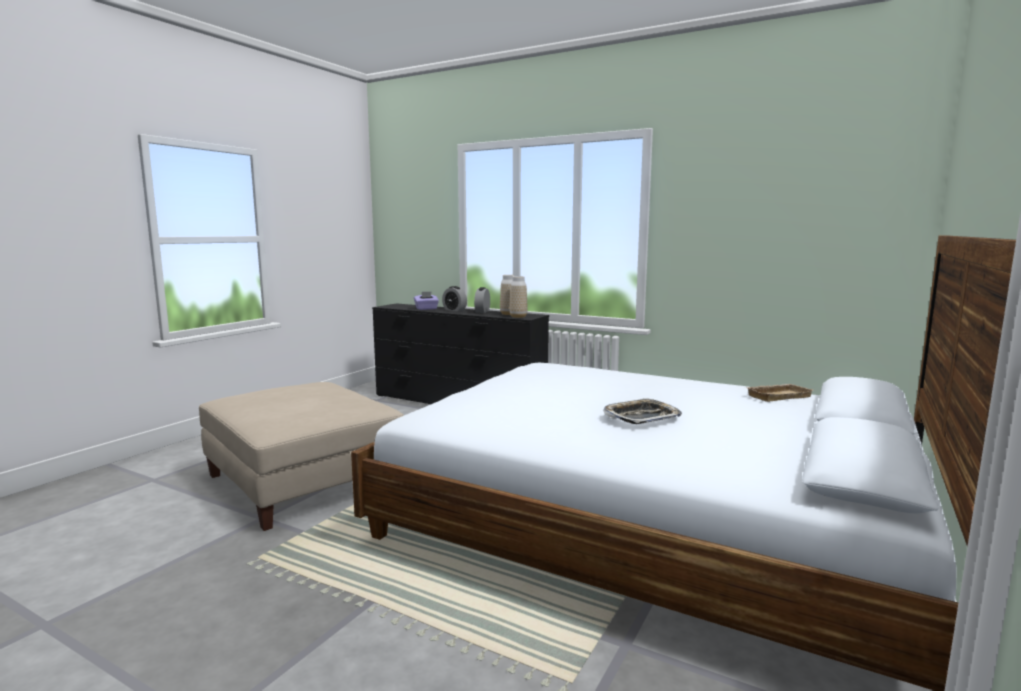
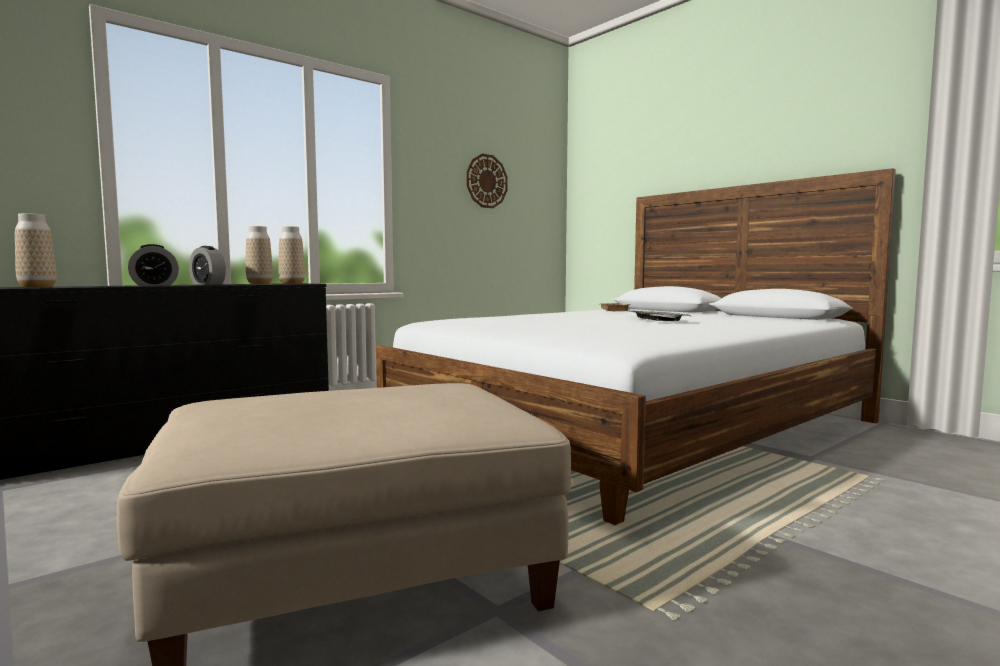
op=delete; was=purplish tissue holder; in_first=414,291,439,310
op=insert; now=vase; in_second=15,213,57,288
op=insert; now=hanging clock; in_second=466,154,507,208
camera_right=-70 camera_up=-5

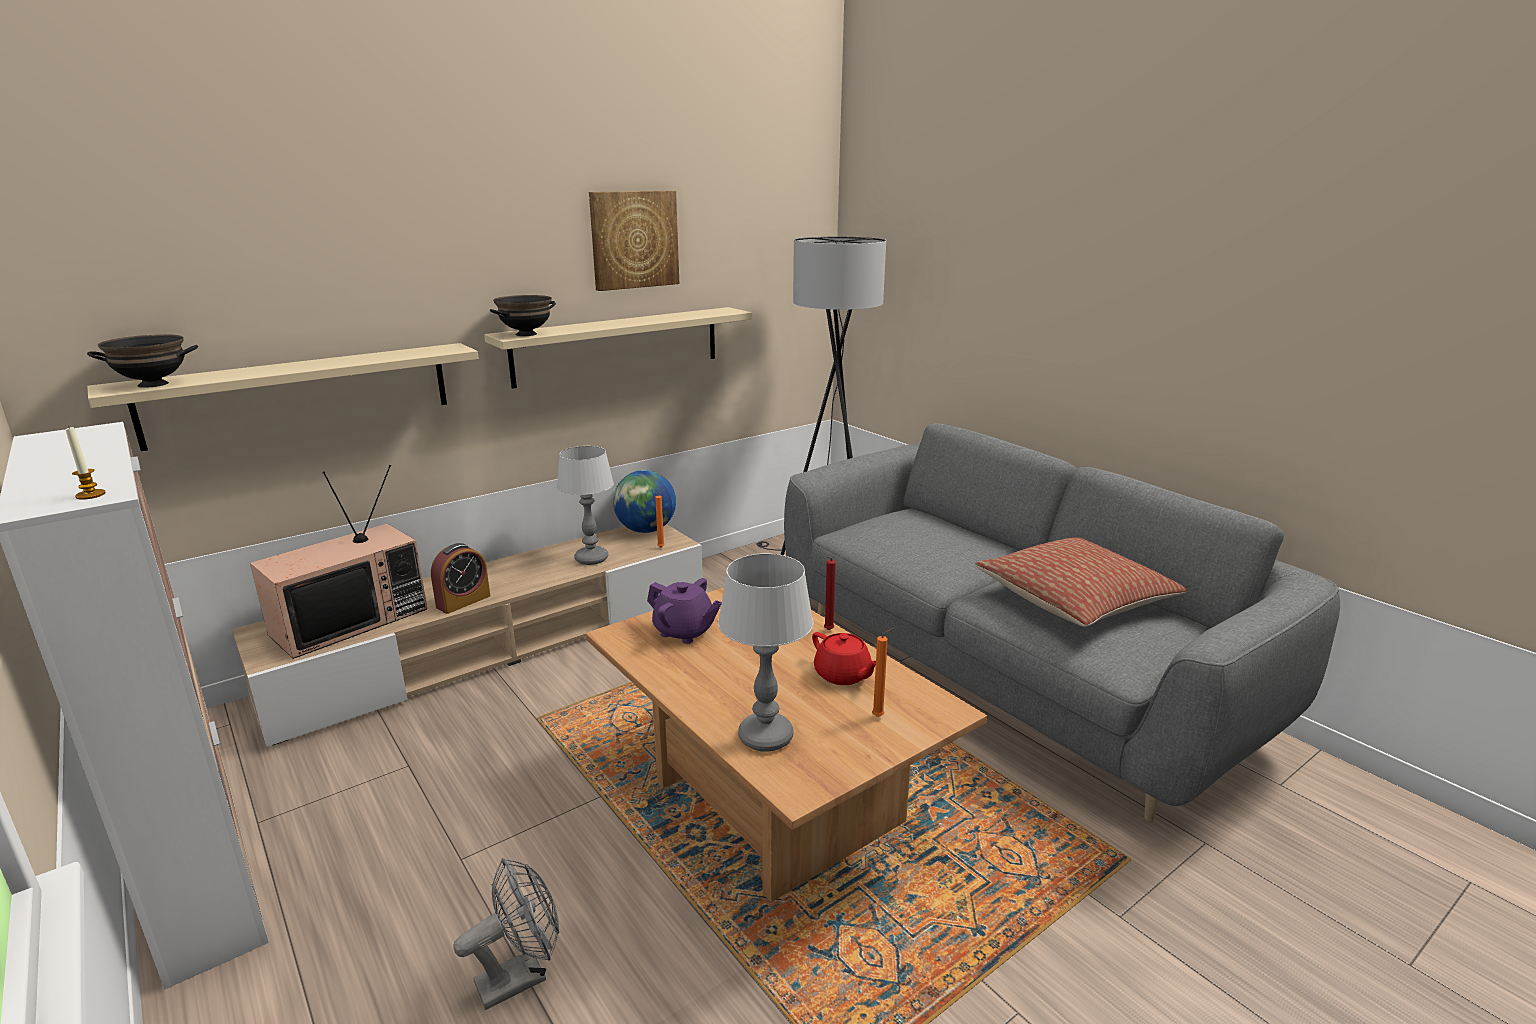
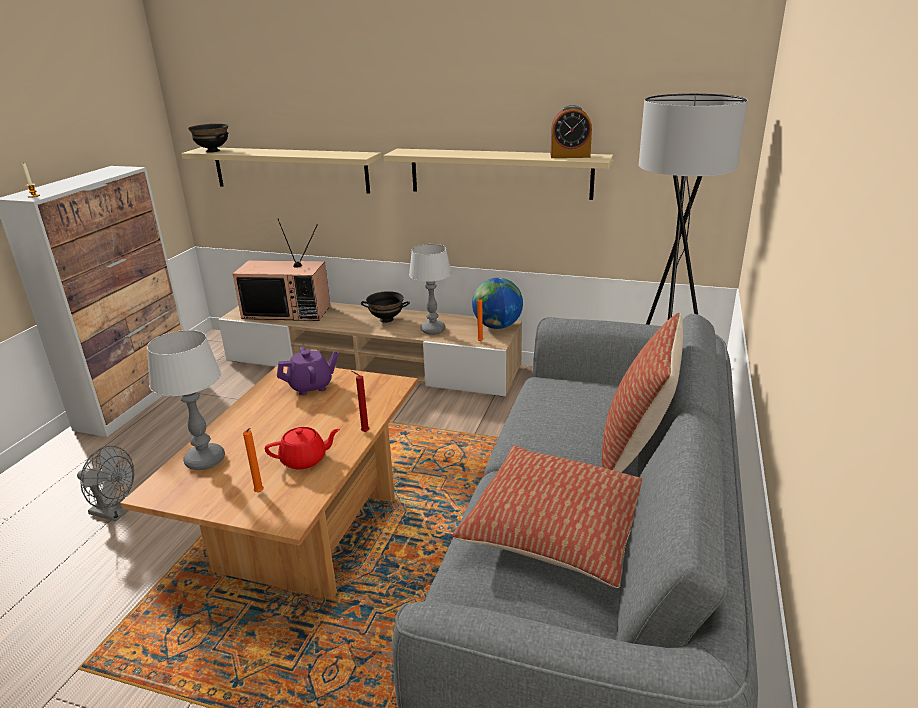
op=delete; was=wall picture; in_first=589,191,679,291
op=insert; now=pillow; in_second=601,313,683,472
op=move; was=bedside clock; in_first=431,543,490,614; in_second=551,105,592,158
op=move; was=black-coloured deep dish; in_first=490,295,556,336; in_second=361,291,410,323
op=rotate; was=purplish pot for tea; in_first=647,578,722,644; in_second=277,347,339,395; clockwise=-105
op=rotate; was=reddish pot for tea; in_first=812,632,876,685; in_second=265,427,340,470; clockwise=-120
camera_right=55 camera_up=5

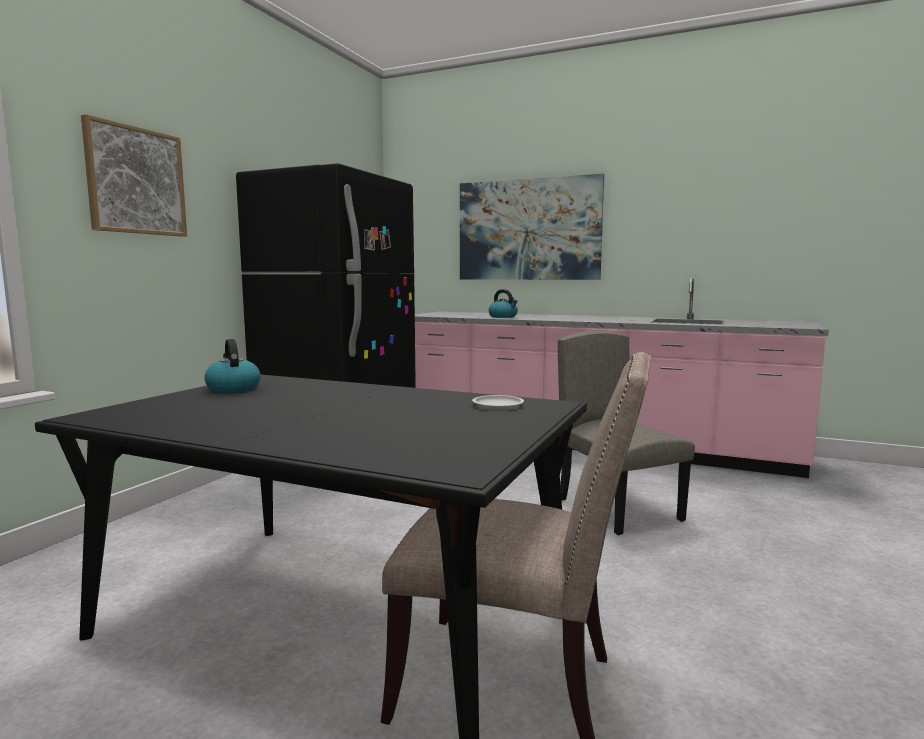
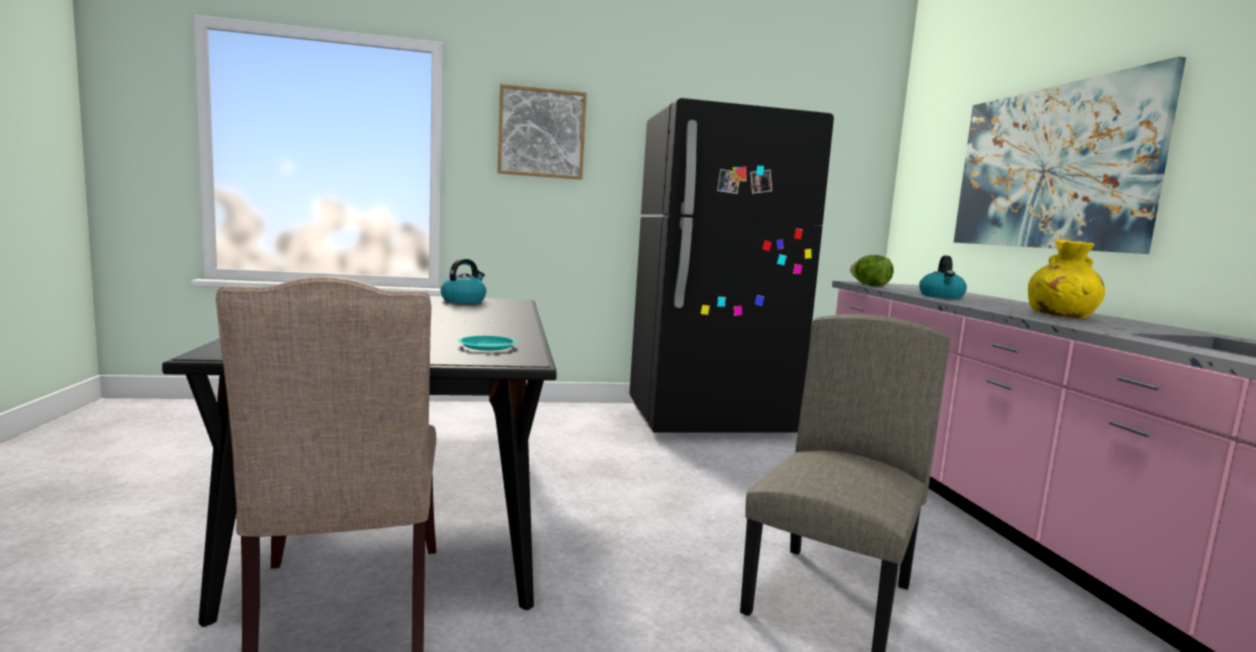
op=insert; now=head of lettuce; in_second=850,255,894,286
op=insert; now=yellowish vase; in_second=1028,240,1105,319
op=recolor; was=white-coloured dinner plate; now=turquoise-coloured dinner plate; in_first=472,395,524,409; in_second=458,336,517,350
camera_right=55 camera_up=0

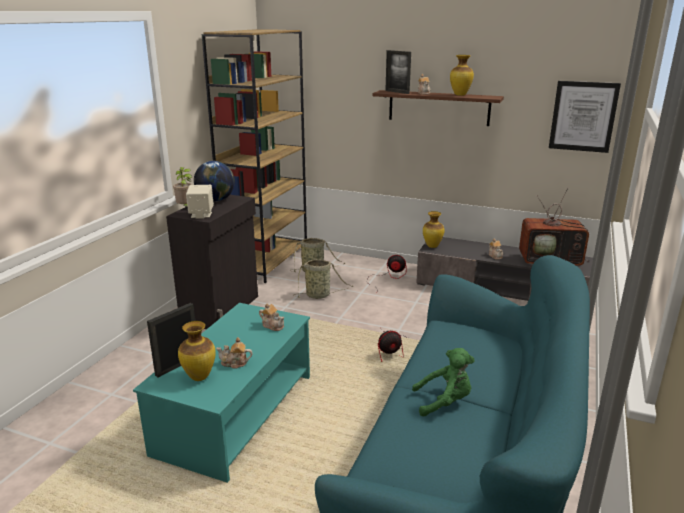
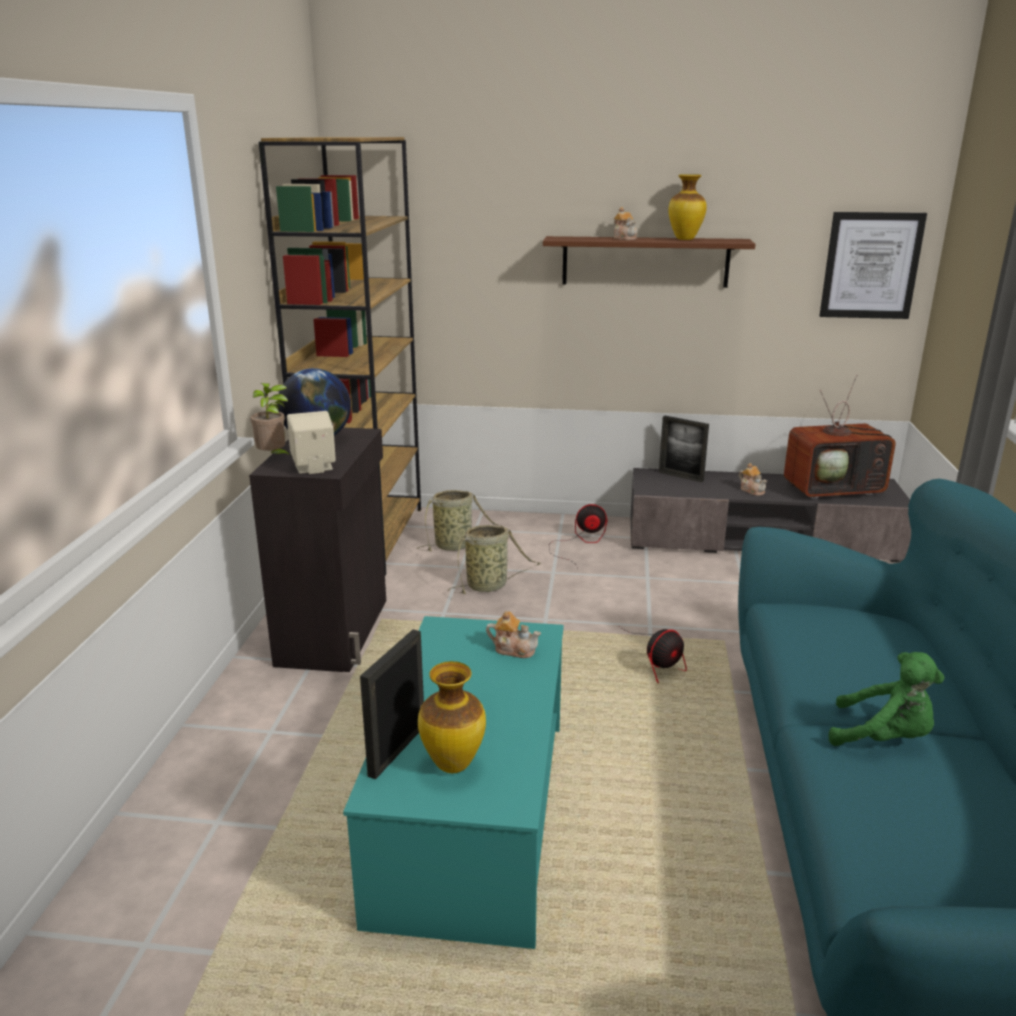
op=delete; was=pot for tea; in_first=216,337,253,369
op=delete; was=vase; in_first=423,211,445,248
op=move; was=photo frame; in_first=385,50,411,94; in_second=659,416,709,482
op=rotate; was=green plush toy; in_first=412,348,474,416; in_second=829,652,945,746; clockwise=45
camera_right=-15 camera_up=0

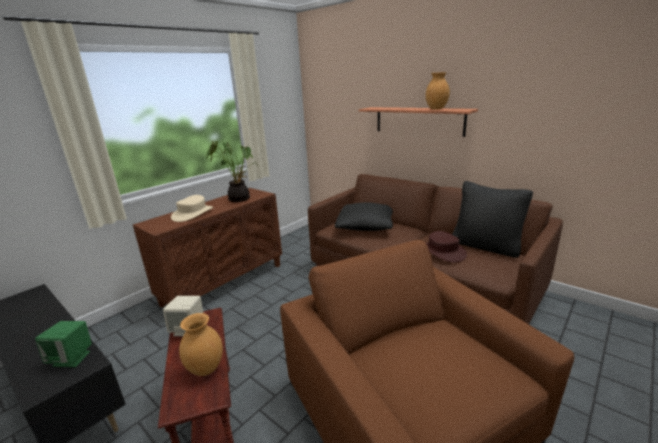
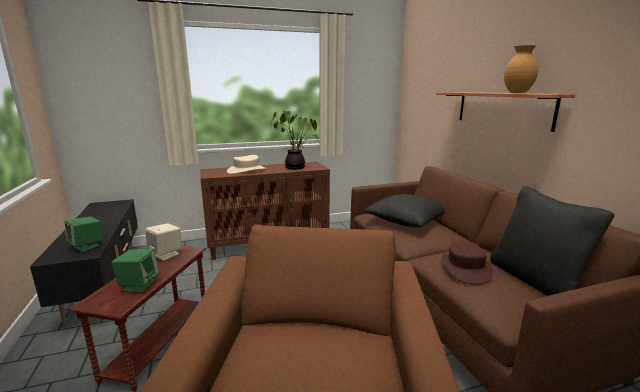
op=replace; was=brownish vase; now=green audio speaker; in_first=179,313,223,376; in_second=112,249,160,293
camera_right=30 camera_up=-5

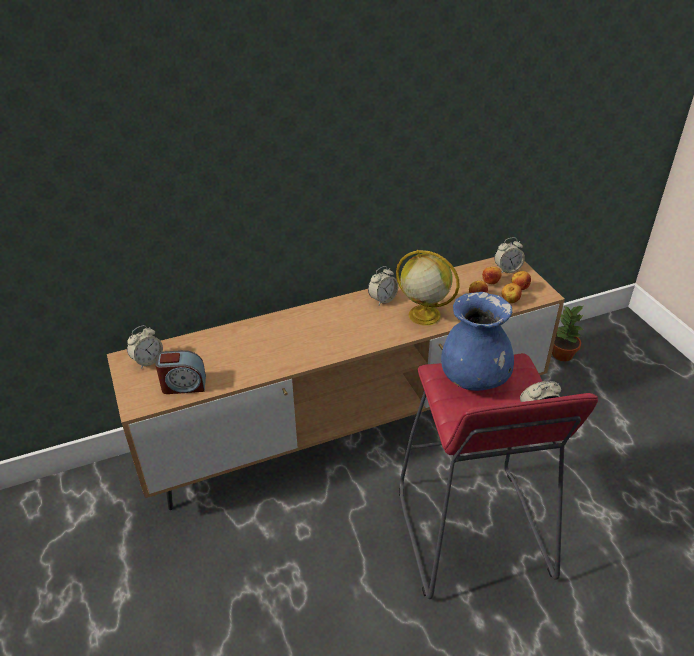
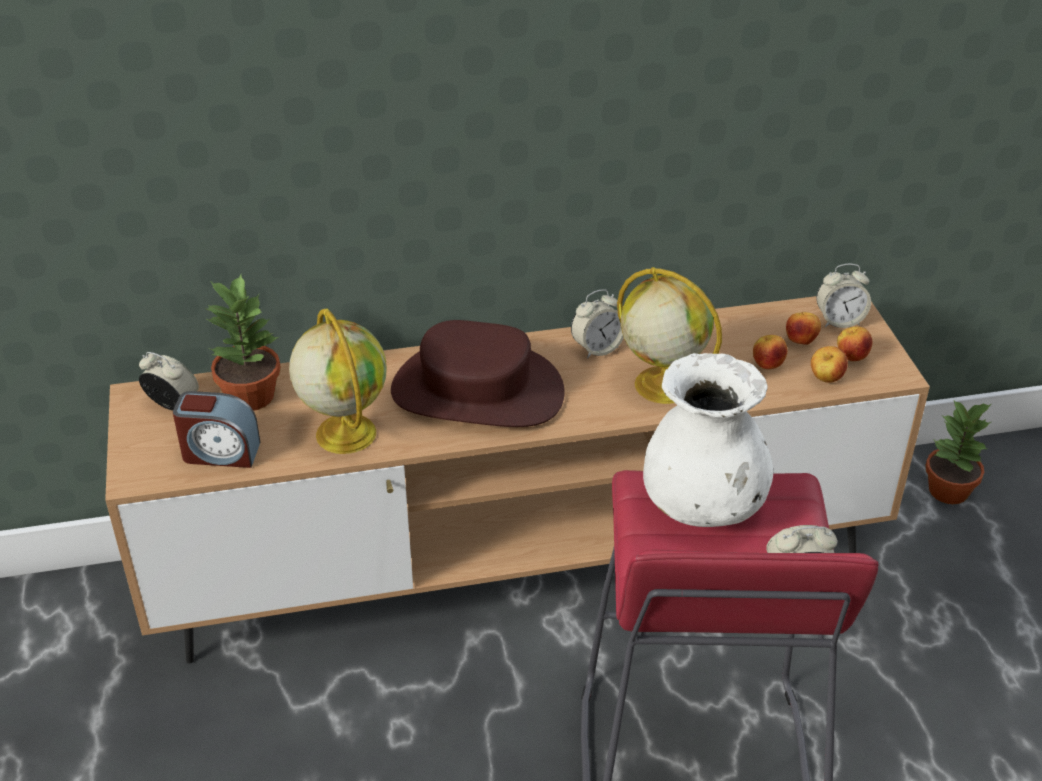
op=insert; now=plant in a pot; in_second=204,275,281,411
op=insert; now=globe; in_second=289,309,387,454
op=insert; now=brownish hat; in_second=391,320,565,427
op=recolor; was=bluish vase; now=white-coloured vase; in_first=441,292,514,391; in_second=643,353,773,527
op=rotate; was=bedside clock; in_first=127,325,163,369; in_second=139,352,199,411; clockwise=-120
camera_right=10 camera_up=0

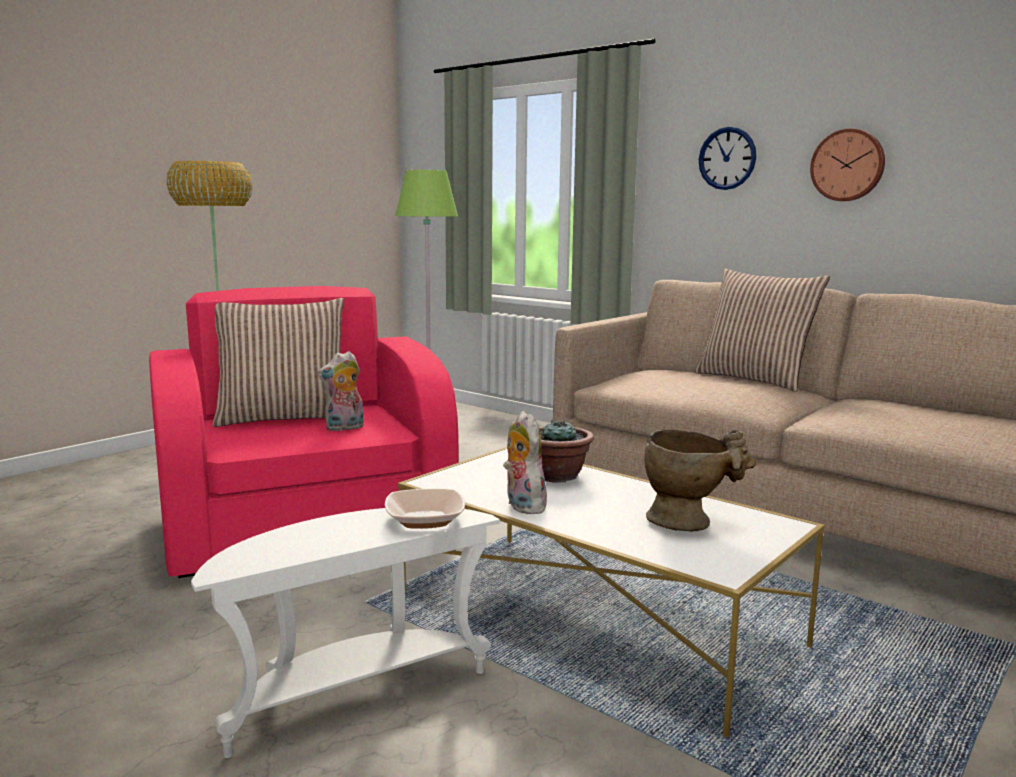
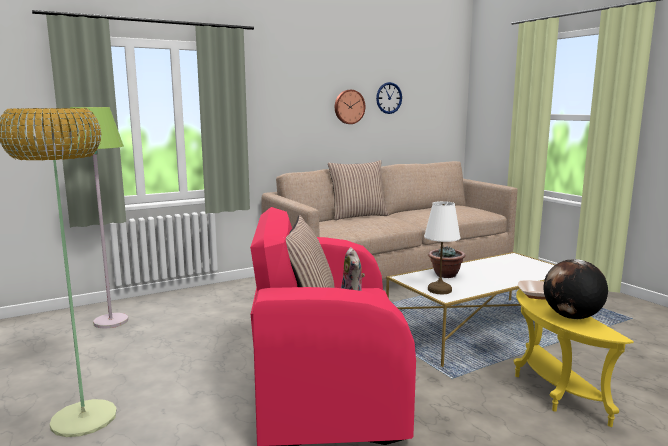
op=delete; was=plush toy; in_first=503,411,549,514
op=delete; was=beige-coloured vase; in_first=644,430,756,531
op=insert; now=white-coloured lamp for a table; in_second=424,201,461,294
op=insert; now=globe; in_second=544,259,608,319
op=move; was=hanging clock; in_first=699,127,756,190; in_second=376,82,402,114
op=recolor; was=white-coloured side table; now=yellowish side table; in_first=191,508,500,758; in_second=513,289,634,427
camera_right=-70 camera_up=0

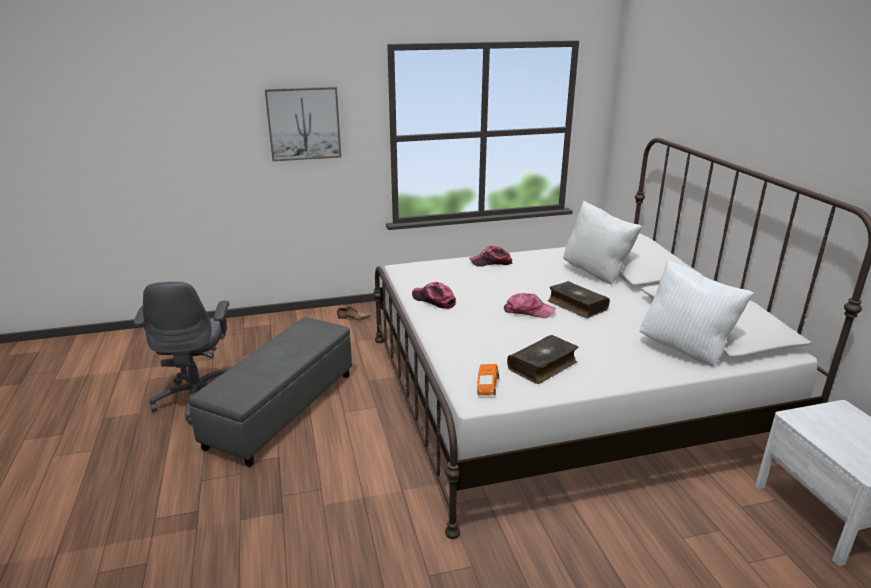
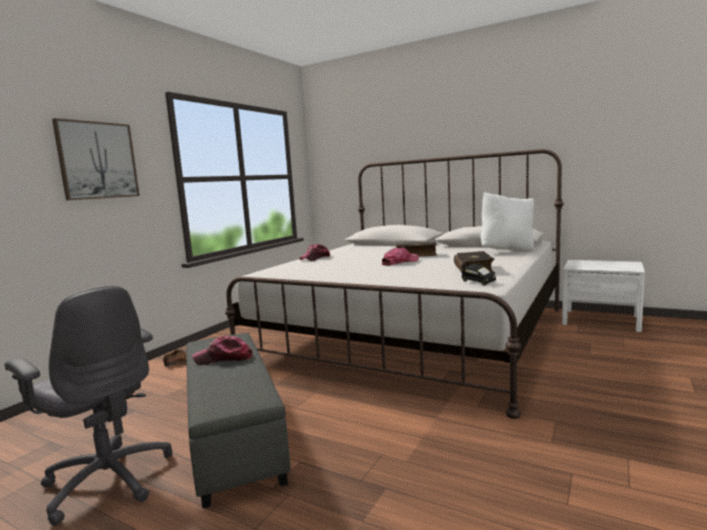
op=delete; was=white-coloured pillow; in_first=563,200,642,284
op=move; was=cap; in_first=412,282,456,309; in_second=192,336,253,365
op=recolor; was=orange-coloured toy car; now=black-coloured toy car; in_first=477,364,499,395; in_second=462,264,496,286
camera_right=-45 camera_up=-15

